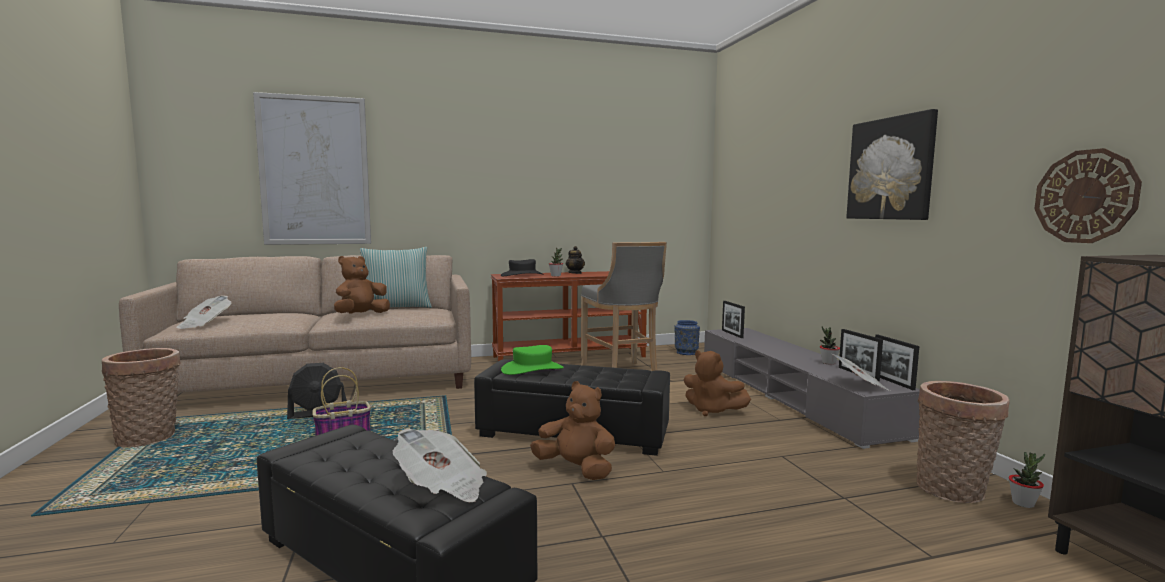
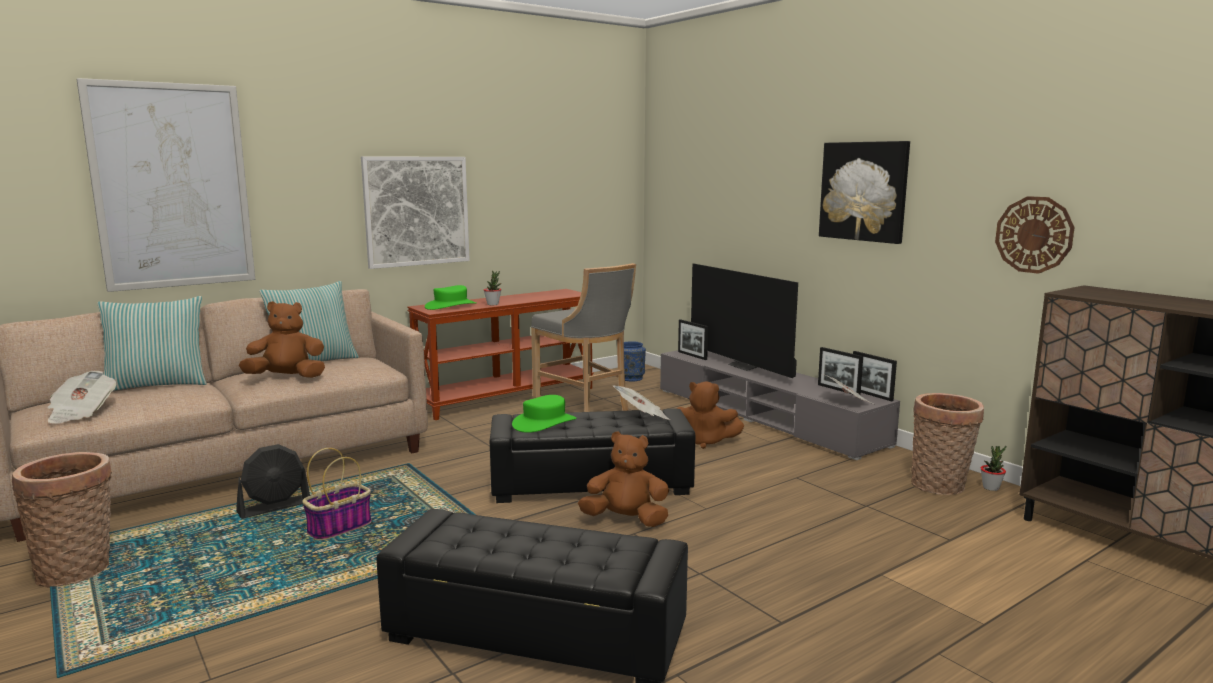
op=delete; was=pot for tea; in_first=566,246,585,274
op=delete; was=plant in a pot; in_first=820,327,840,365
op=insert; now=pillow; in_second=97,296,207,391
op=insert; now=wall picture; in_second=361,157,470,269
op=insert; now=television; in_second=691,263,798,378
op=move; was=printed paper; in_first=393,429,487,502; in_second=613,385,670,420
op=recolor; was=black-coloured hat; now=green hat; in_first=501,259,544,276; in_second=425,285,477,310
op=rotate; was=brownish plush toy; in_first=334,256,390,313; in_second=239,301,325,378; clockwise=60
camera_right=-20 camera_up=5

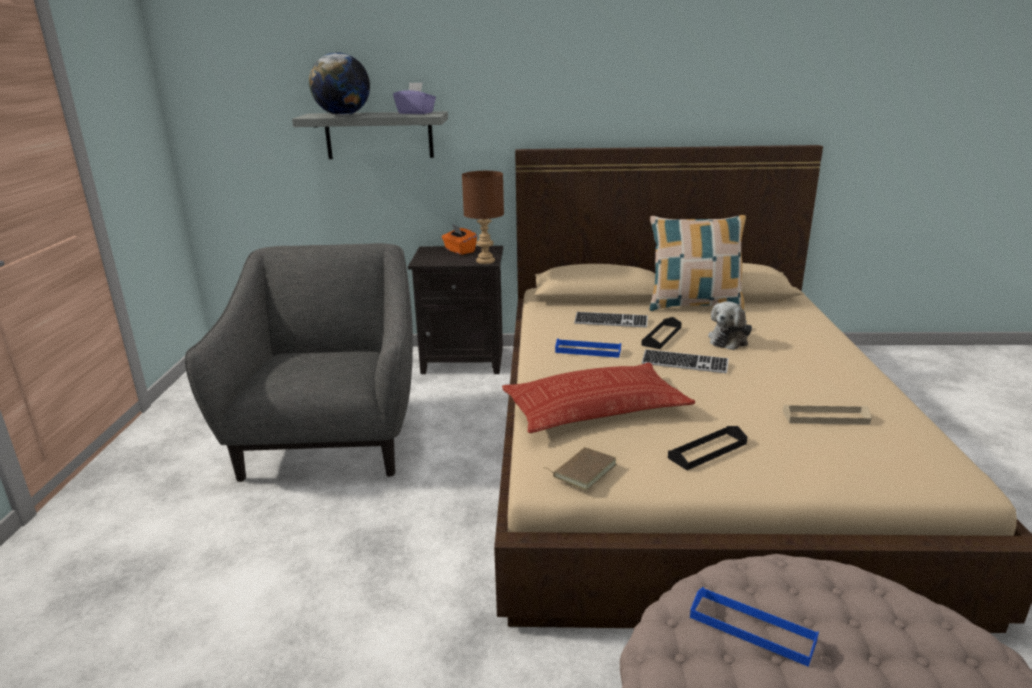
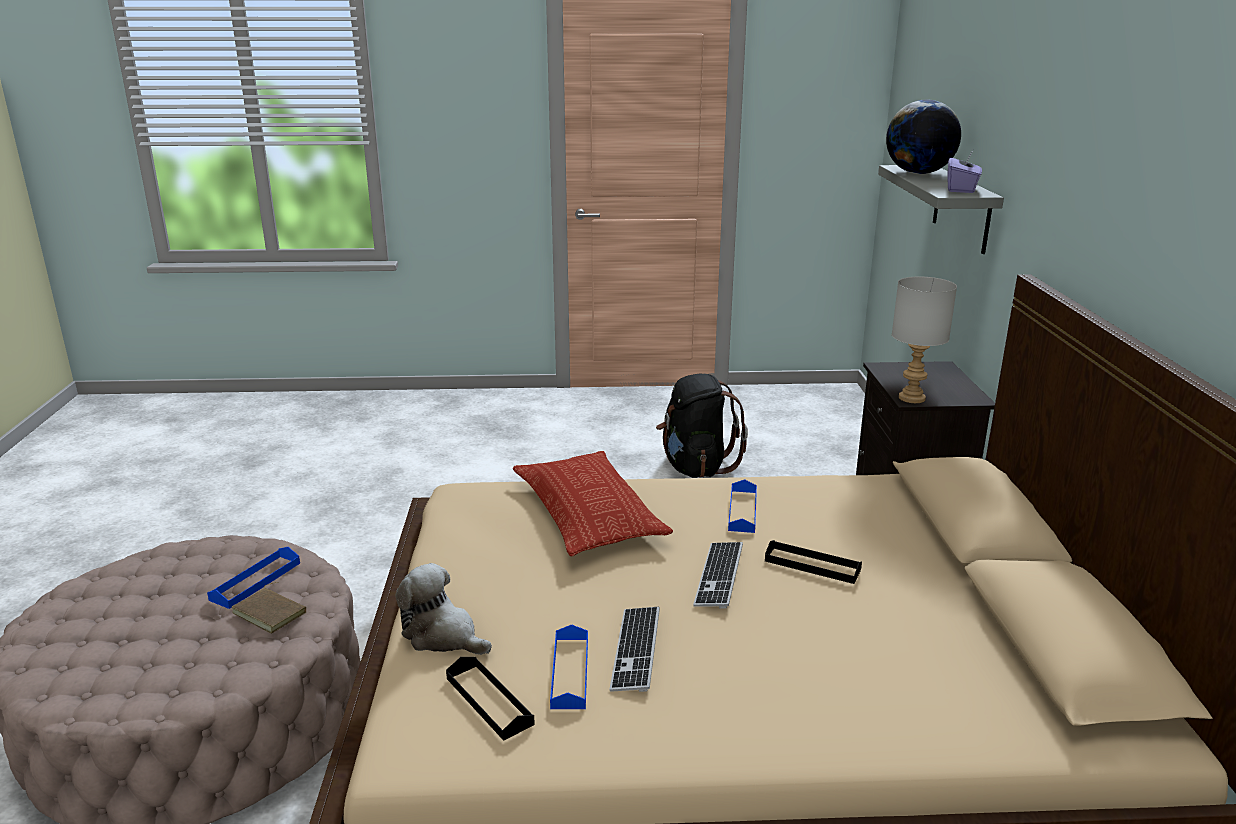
op=delete; was=orange-coloured tissue holder; in_first=442,224,477,255
op=delete; was=pillow; in_first=650,215,746,311
op=move; was=brownish book; in_first=546,447,616,491; in_second=232,582,306,634
op=move; was=PC keyboard; in_first=574,312,648,328; in_second=610,607,660,692
op=move; was=black-coloured tray; in_first=668,426,747,470; in_second=446,657,535,741
op=move; was=plush toy; in_first=708,301,752,350; in_second=395,563,492,655
op=replace; was=greyish easy chair; now=black-coloured knapsack; in_first=185,243,413,482; in_second=656,374,748,478
op=recolor; was=brownish lamp for a table; now=greyish lamp for a table; in_first=462,171,504,264; in_second=892,276,957,403
op=recolor; was=beige-coloured tray; now=bluish tray; in_first=783,404,872,425; in_second=550,624,588,709
camera_right=85 camera_up=0

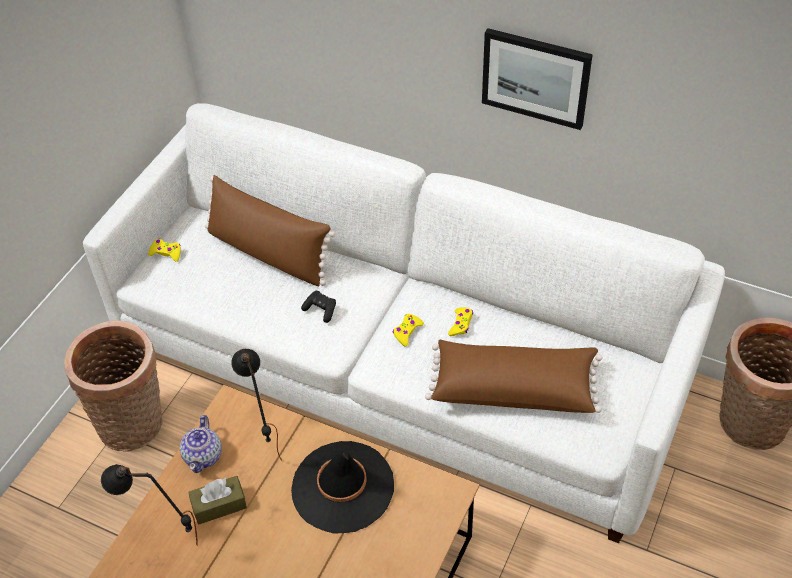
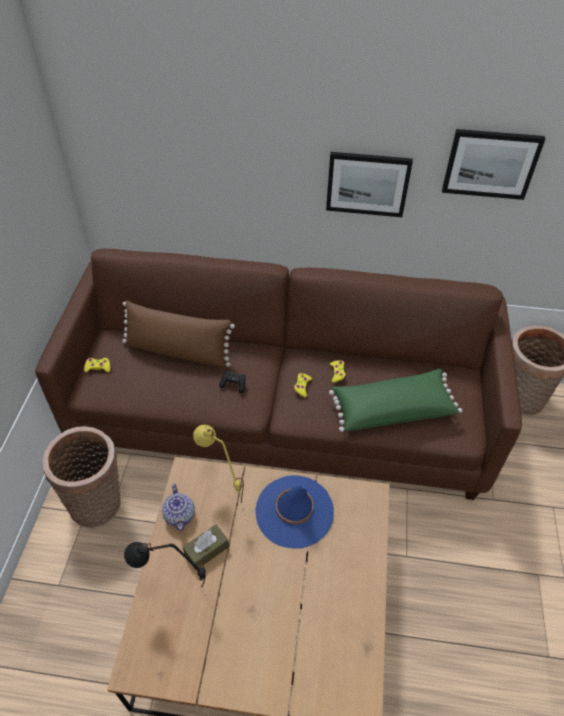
op=insert; now=wall picture; in_second=442,129,545,200
op=recolor; was=white-coloured settee; now=brownish settee; in_first=83,103,725,543; in_second=35,248,522,500
op=recolor; was=black-coloured lamp for a table; now=yellowish lamp for a table; in_first=231,349,282,461; in_second=193,425,244,503
op=recolor; was=black-coloured hat; now=bluish hat; in_first=291,441,394,534; in_second=255,475,334,549
op=recolor; was=brownish pillow; now=green pillow; in_first=425,340,603,413; in_second=329,369,463,432
camera_right=-20 camera_up=0

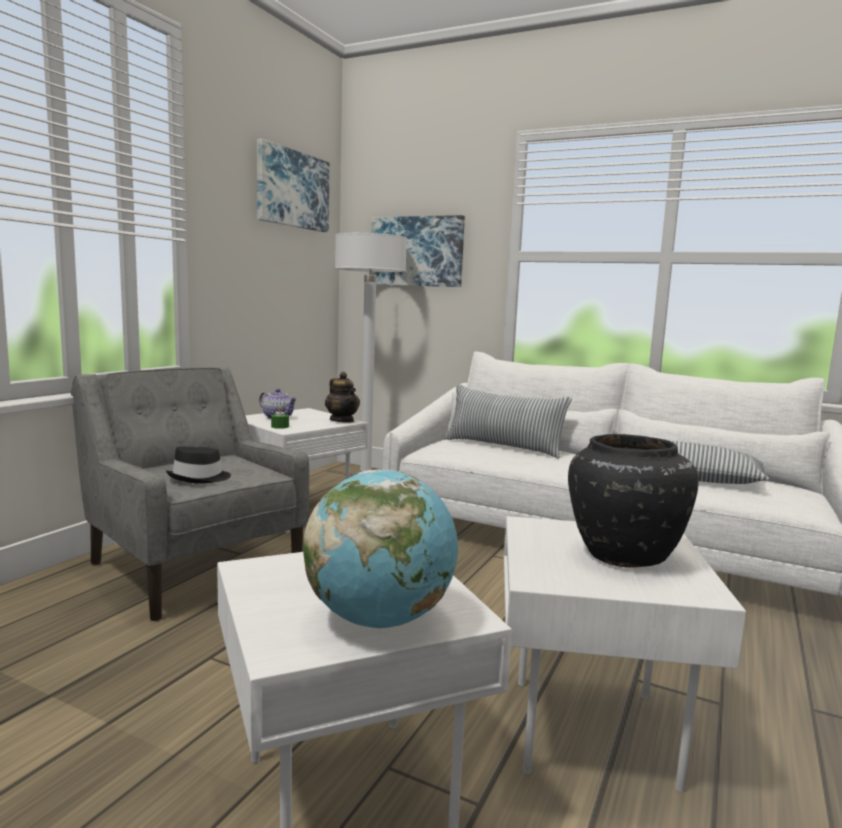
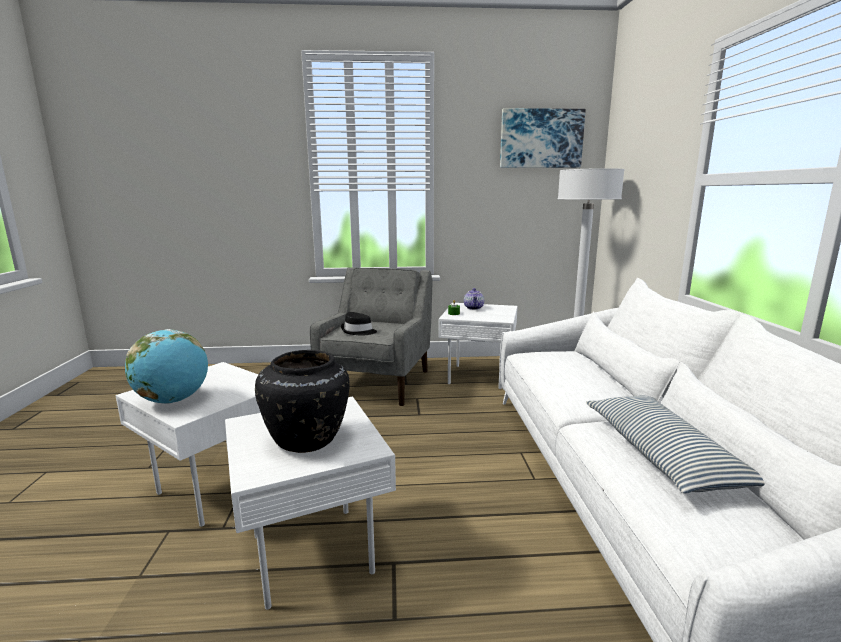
op=delete; was=pot for tea; in_first=325,372,360,423
op=delete; was=wall picture; in_first=371,215,465,287
op=delete; was=pillow; in_first=445,384,572,458
camera_right=60 camera_up=5

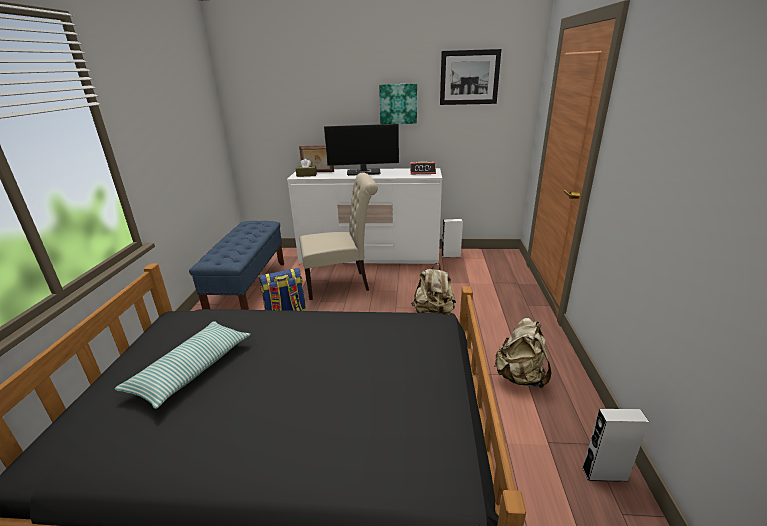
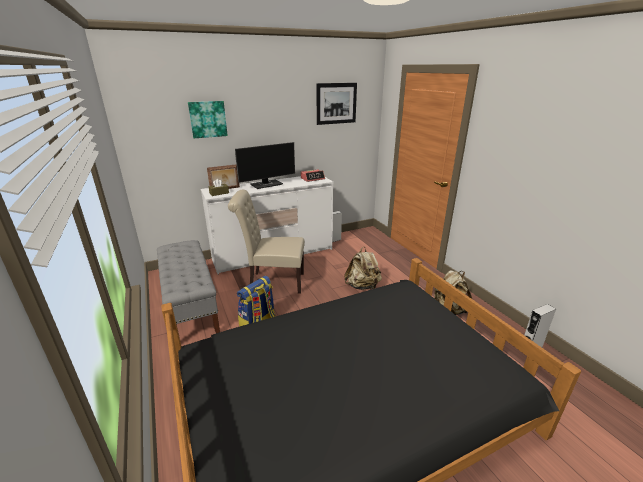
op=delete; was=pillow; in_first=115,321,251,409
op=move; was=wall picture; in_first=379,83,417,124; in_second=188,101,228,138
op=recolor; was=bluish indoor bench; now=greyish indoor bench; in_first=189,221,284,310; in_second=157,240,220,334
op=rotate; was=beige-coloured plain chair; in_first=299,173,378,300; in_second=228,190,305,294; clockwise=-135
camera_right=-30 camera_up=0

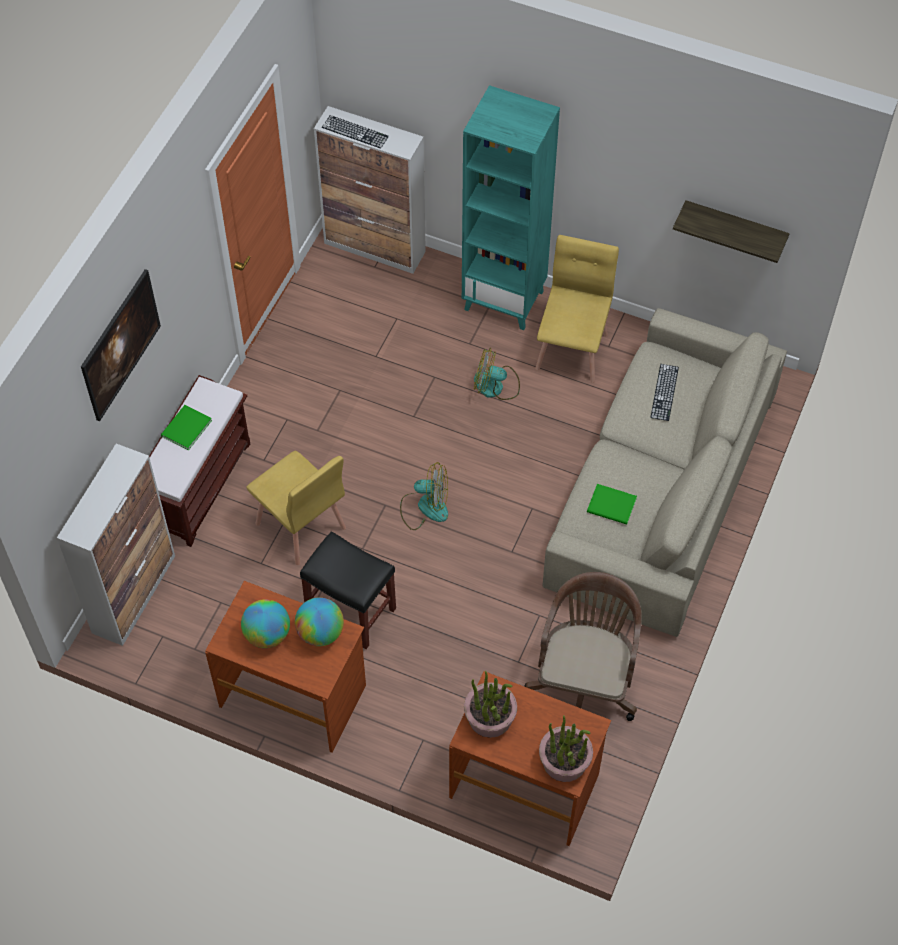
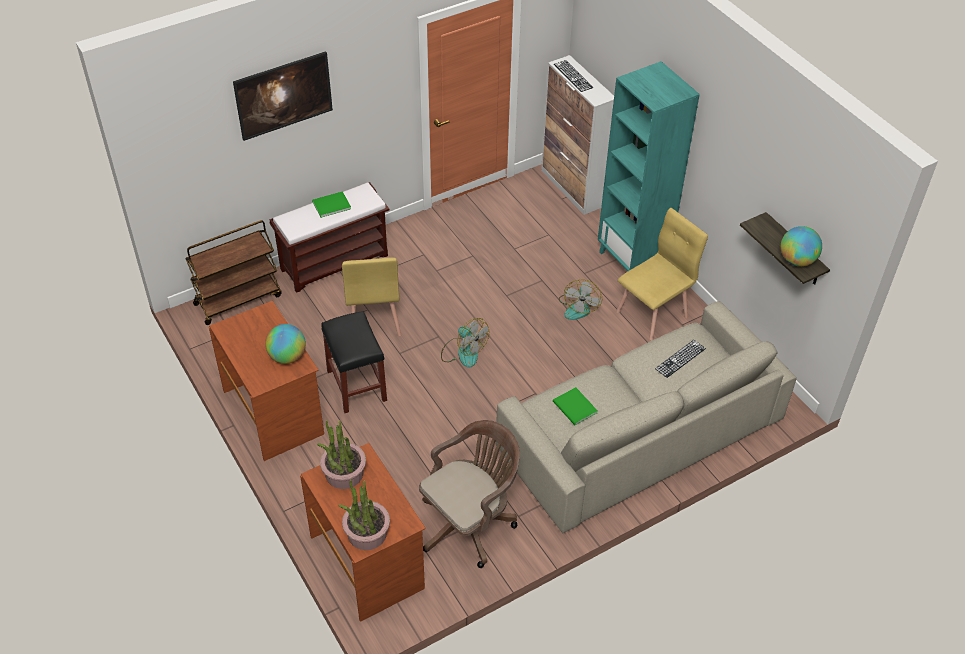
op=move; was=globe; in_first=241,599,290,648; in_second=781,226,822,267
op=replace; was=cupboard; now=brownish trolley; in_first=57,444,175,646; in_second=185,220,282,325
op=rotate; was=cooling fan; in_first=474,349,520,400; in_second=559,279,602,320; clockwise=-120
camera_right=35 camera_up=-10

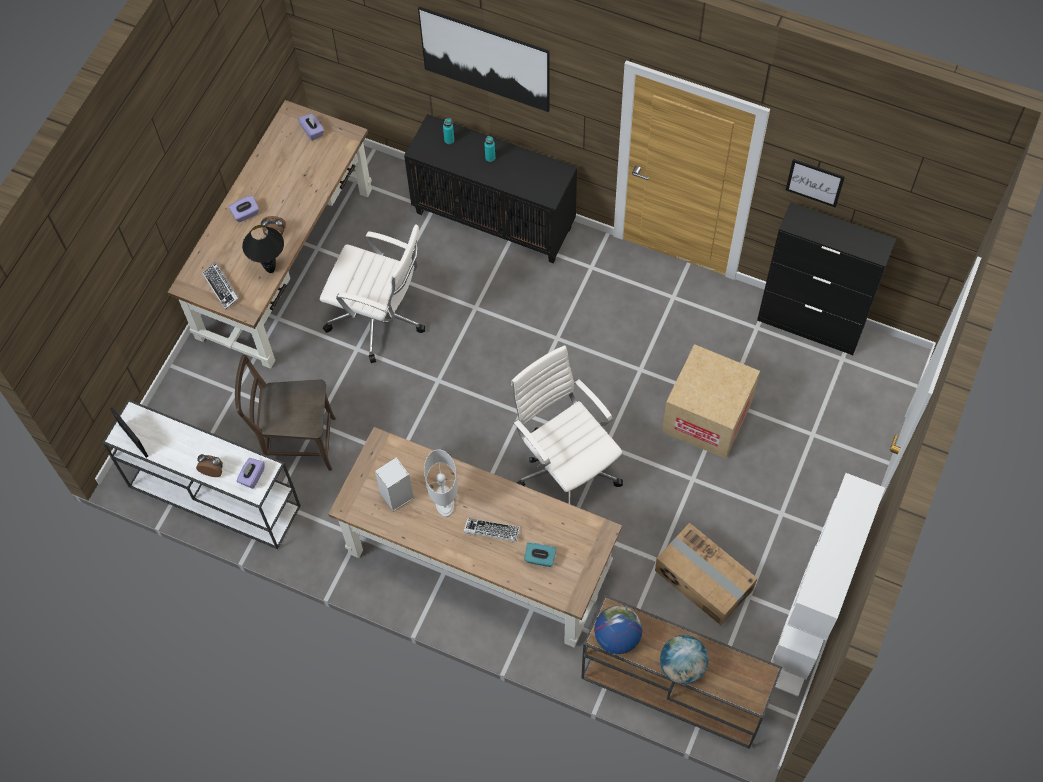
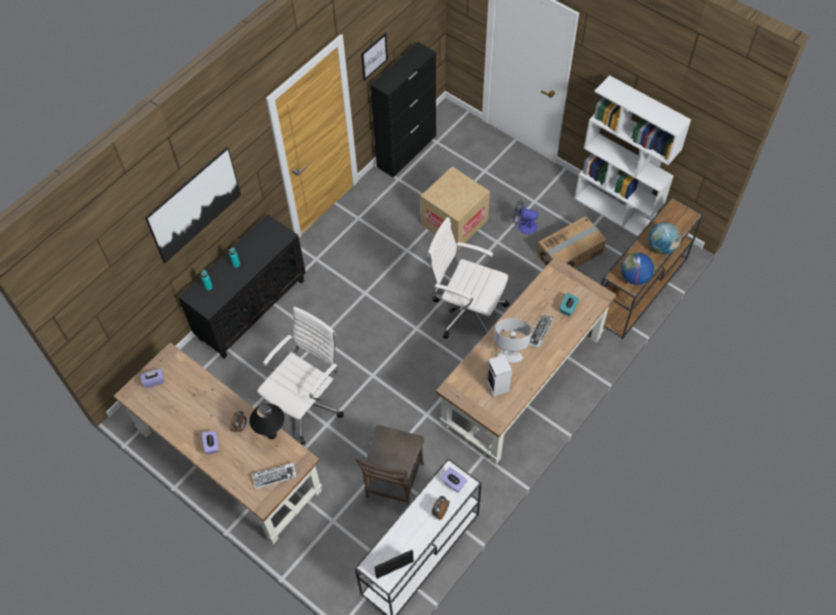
op=insert; now=cooling fan; in_second=513,200,538,234
op=rotate; was=white-coloured computer chair; in_first=511,345,623,505; in_second=427,217,509,339; clockwise=45
camera_right=-75 camera_up=-5

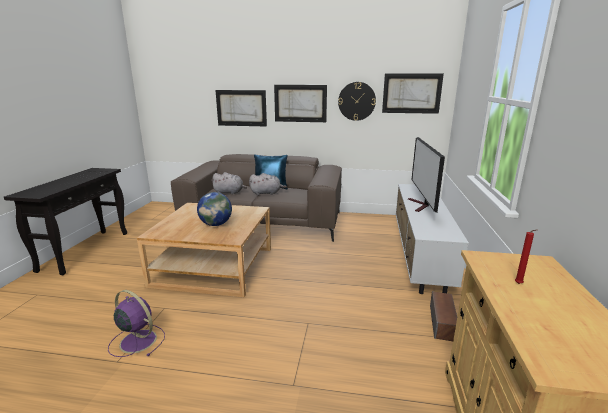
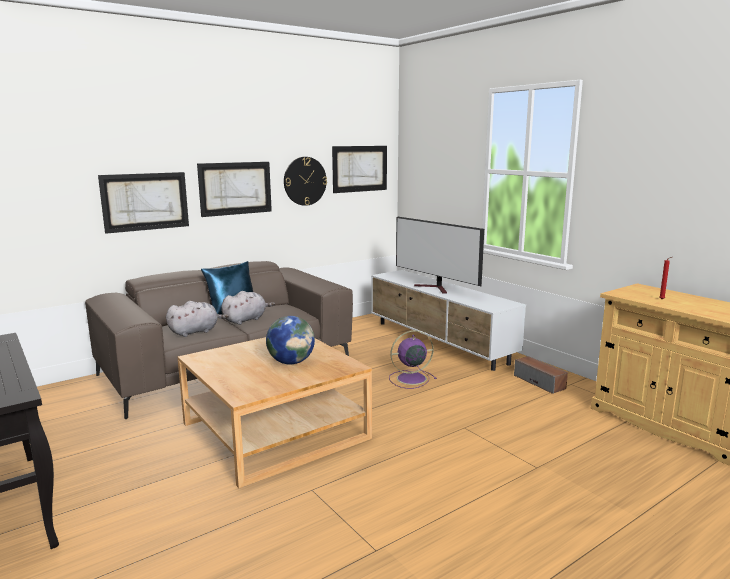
op=move; was=purplish cooling fan; in_first=108,290,165,357; in_second=389,330,436,389
camera_right=-45 camera_up=-5

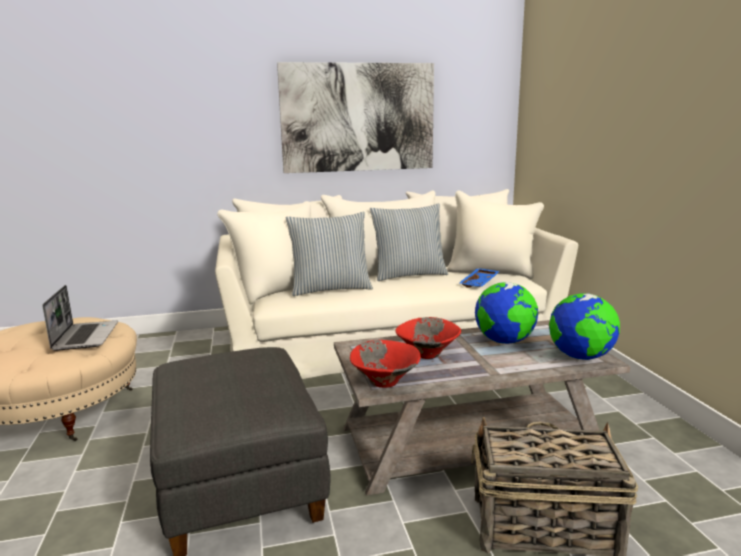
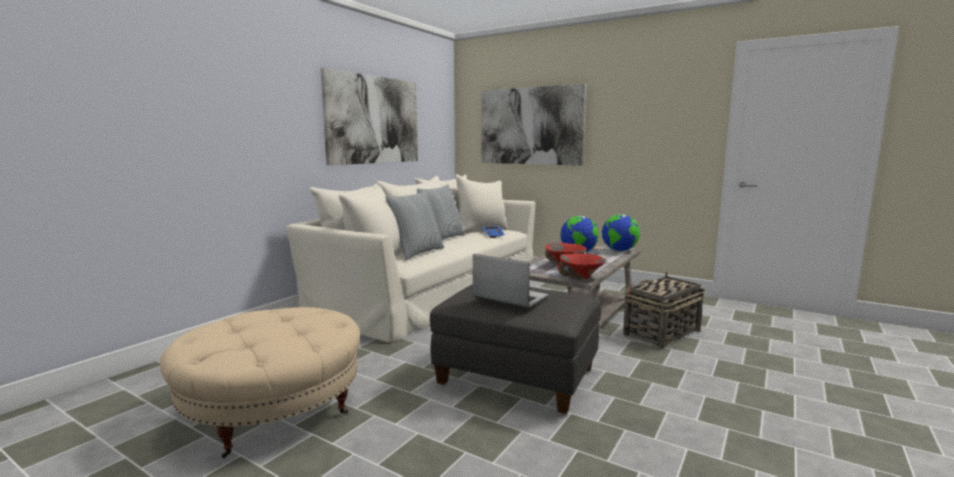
op=insert; now=wall picture; in_second=481,84,586,165
op=move; was=laptop; in_first=42,285,118,351; in_second=473,254,549,309
camera_right=-45 camera_up=-5

